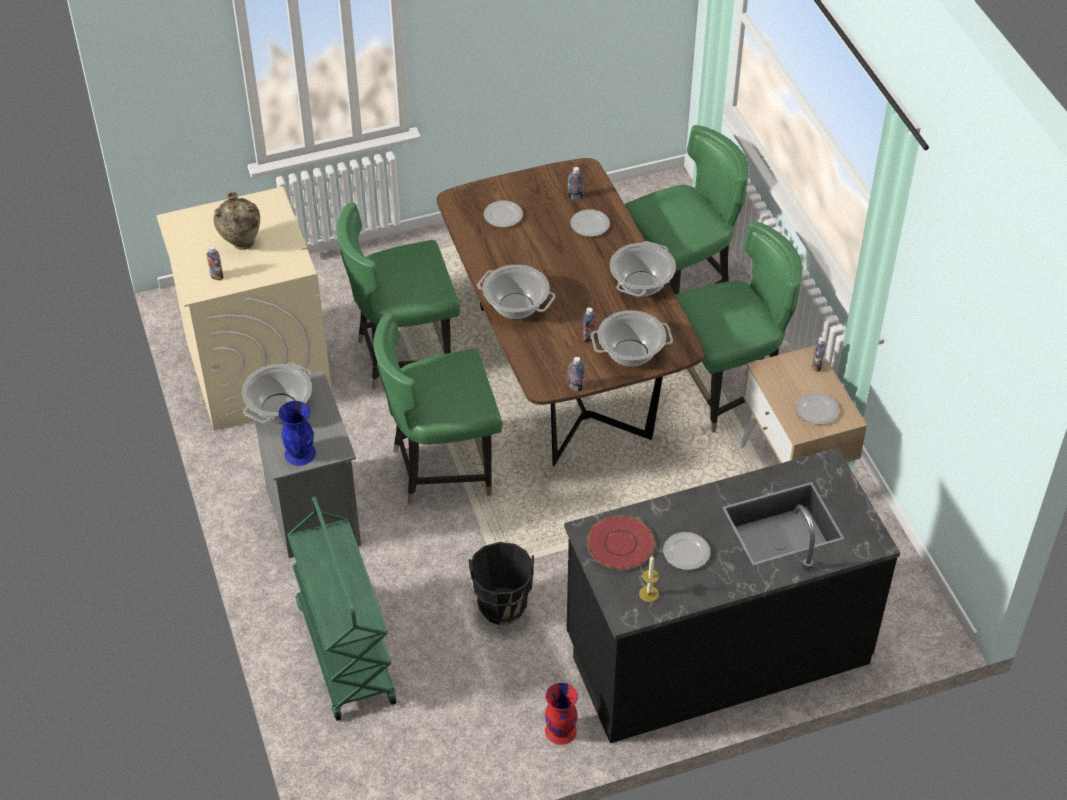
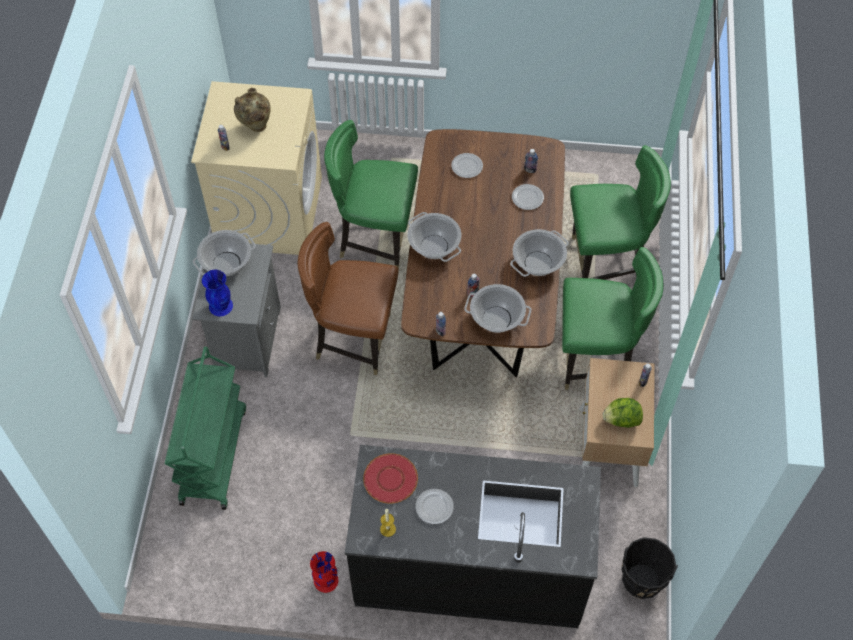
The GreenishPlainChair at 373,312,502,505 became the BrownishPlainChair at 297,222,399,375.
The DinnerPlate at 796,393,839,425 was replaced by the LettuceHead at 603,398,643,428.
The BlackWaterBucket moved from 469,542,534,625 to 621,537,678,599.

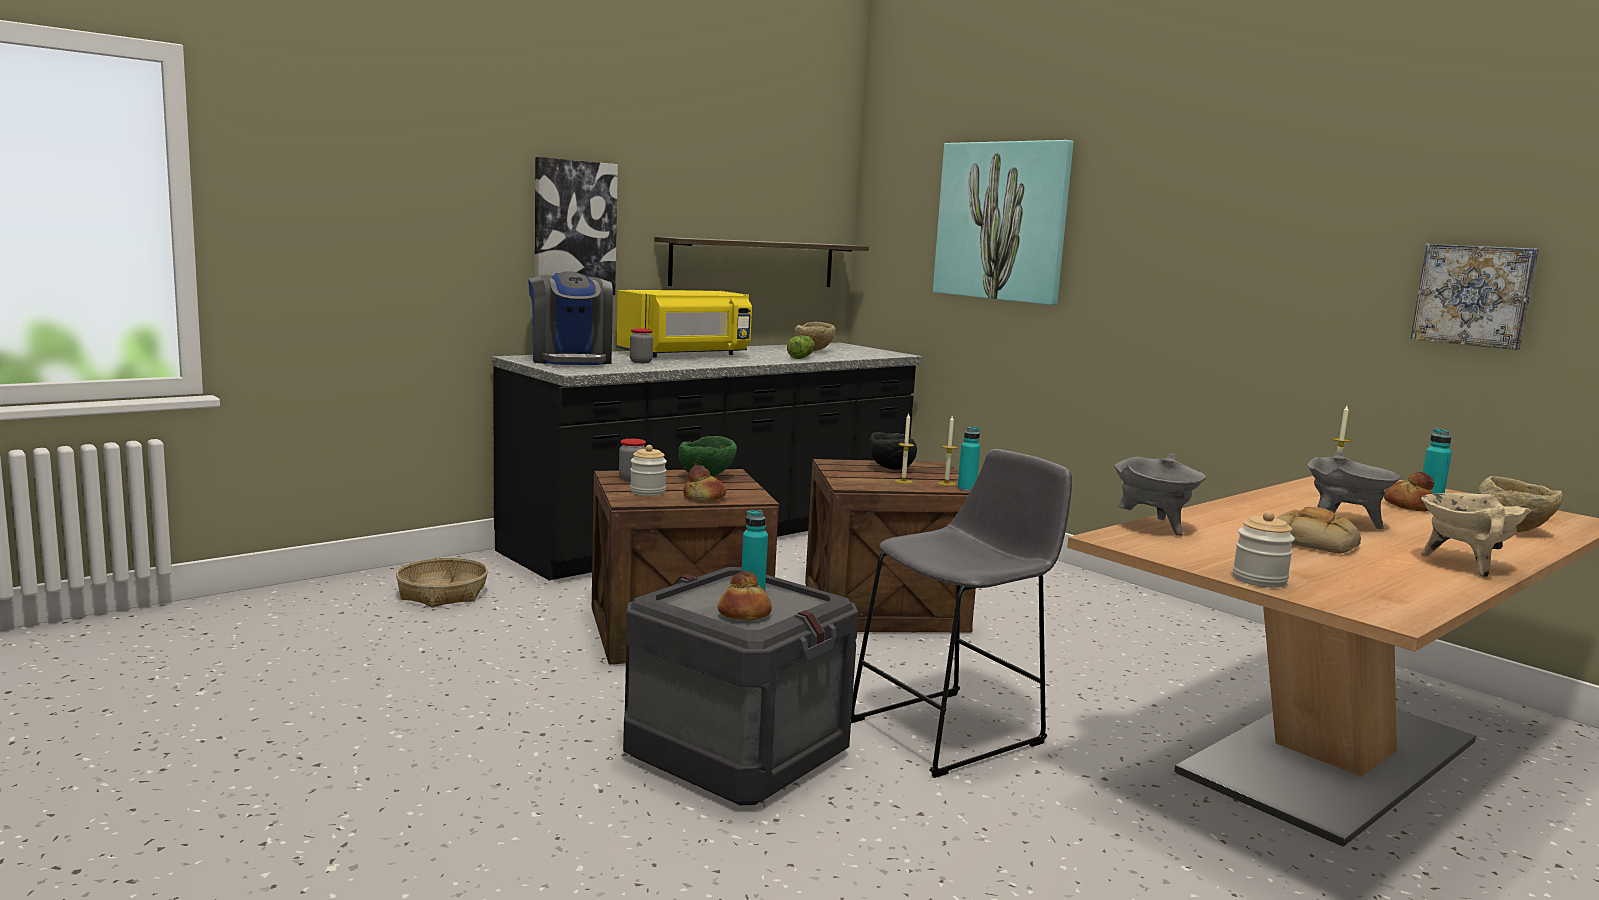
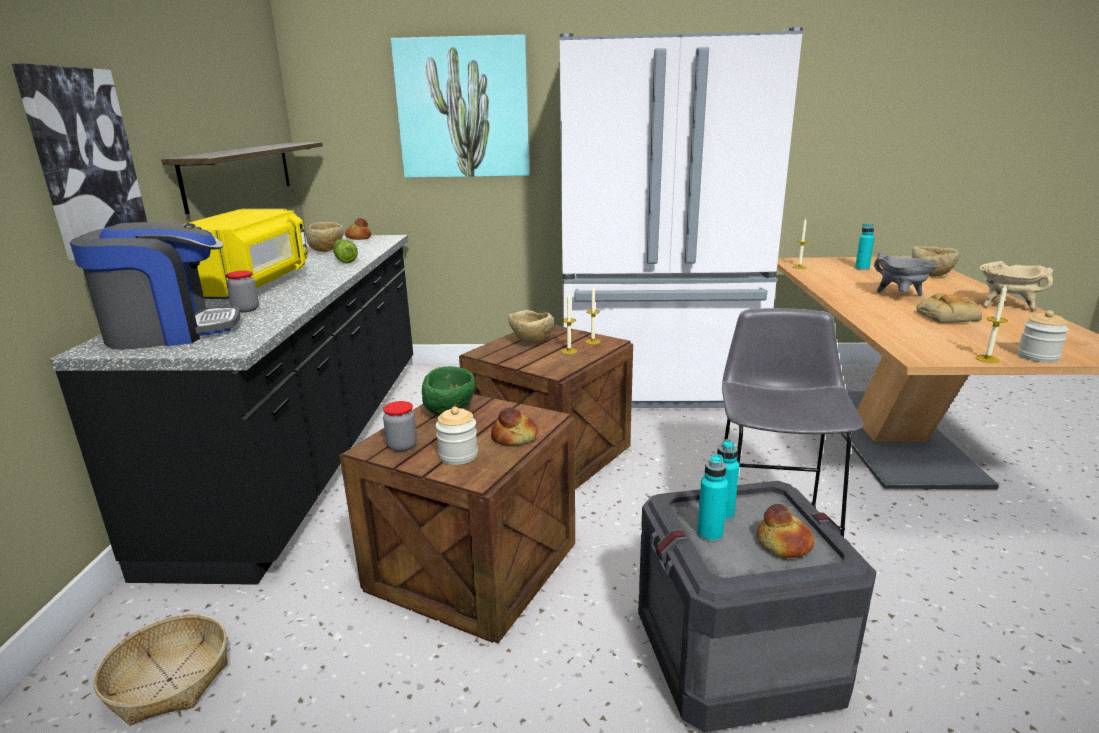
The WallArt at 1411,244,1539,350 disappeared.
The CoffeeMaker at 528,271,613,365 turned 45 degrees counterclockwise.
The BlueGreenBottle moved from 957,427,980,492 to 697,454,728,542.
The BlackServingBowl at 869,432,917,470 became the BeigeColouredServingBowl at 508,310,554,343.
The GreySaucepot at 1114,453,1206,536 disappeared.
The BakeryBread moved from 1384,472,1434,511 to 345,218,371,240.
The WhiteColouredRefrigerator at 559,27,803,408 appeared.
The WaxLight at 976,284,1008,363 appeared.

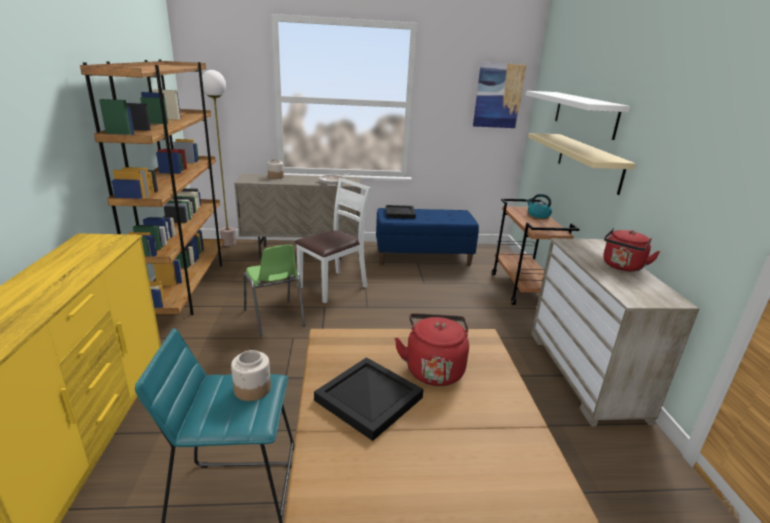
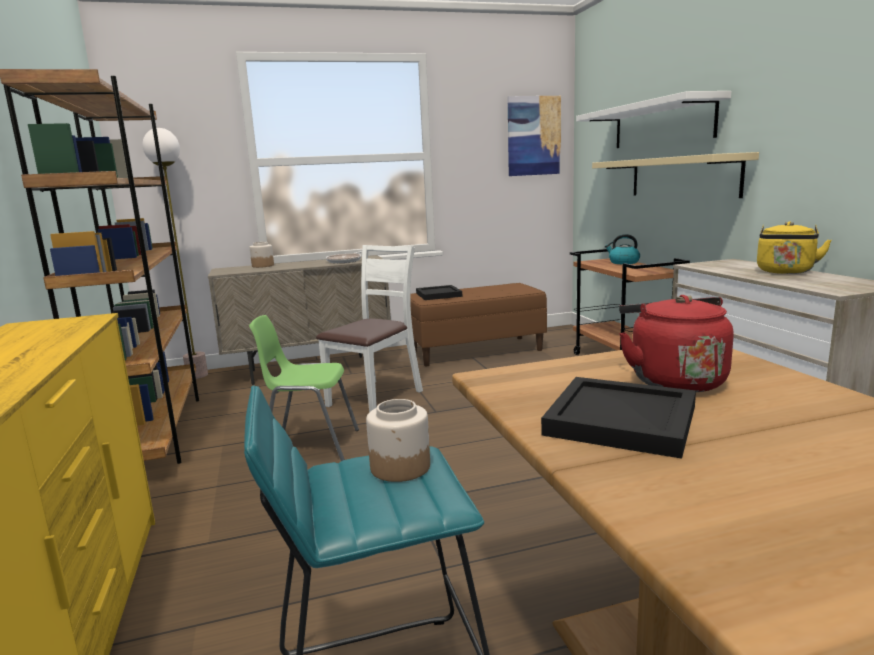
The BluishLongSeat at 376,208,479,266 became the BrownishLongSeat at 410,283,547,366.
The RedColouredTeaKettle at 603,228,661,272 became the YellowishTeaKettle at 757,221,832,274.
The GreenishPlainChair at 243,245,305,336 turned 135 degrees clockwise.

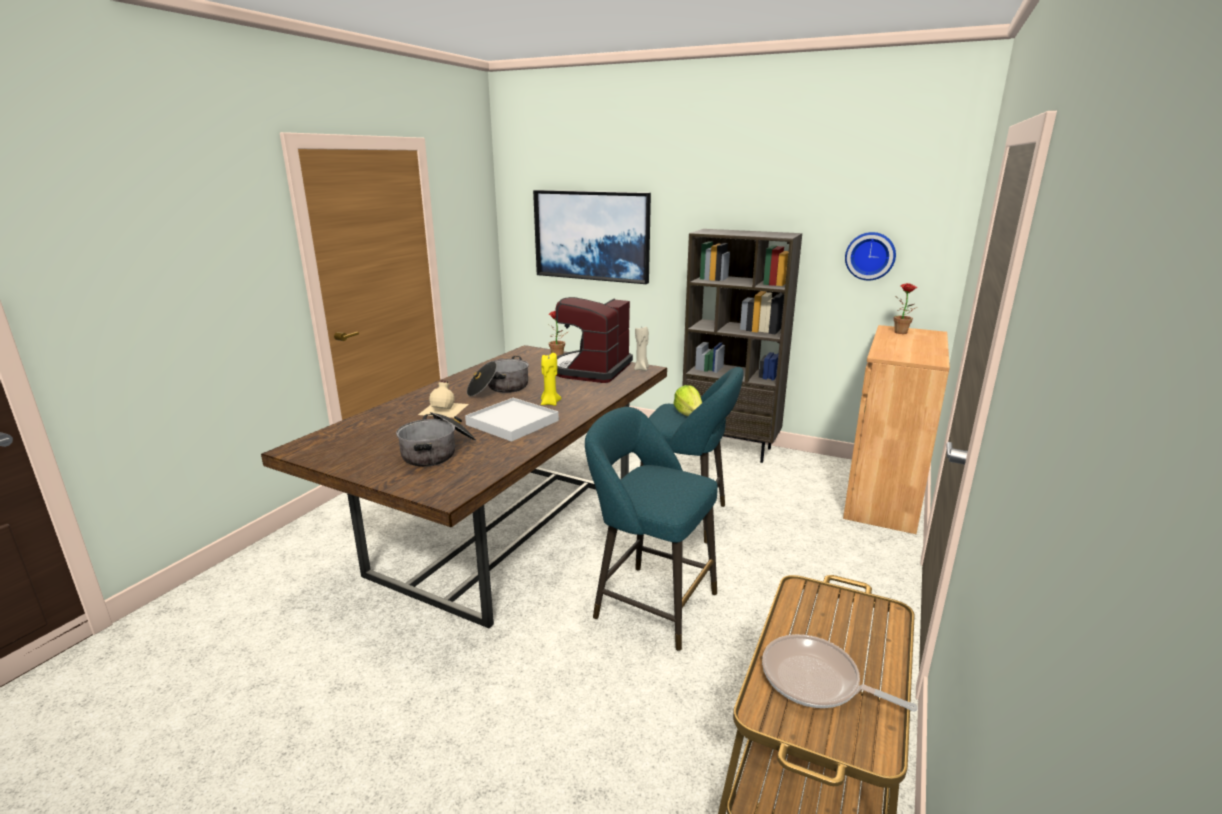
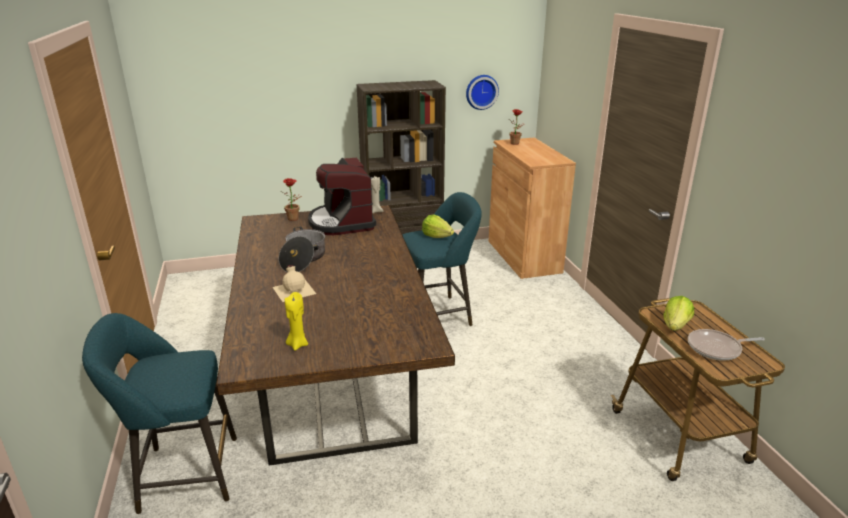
The WallArt at 533,190,651,284 disappeared.
The YellowishWaxLight moved from 541,353,561,406 to 285,292,308,351.
The WhiteColouredCarryingTray at 465,398,559,442 disappeared.
The BlueGreenStoolSeat moved from 585,407,718,651 to 82,313,237,514.
The Saucepot at 396,412,476,467 disappeared.
The LettuceHead at 663,296,694,331 appeared.

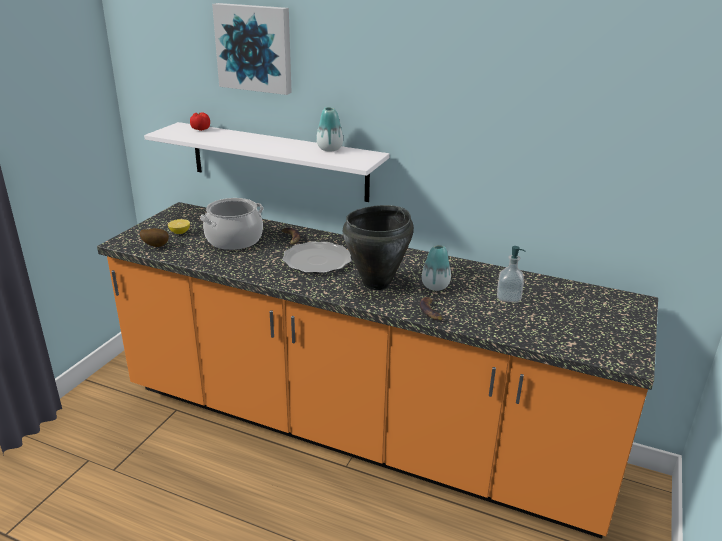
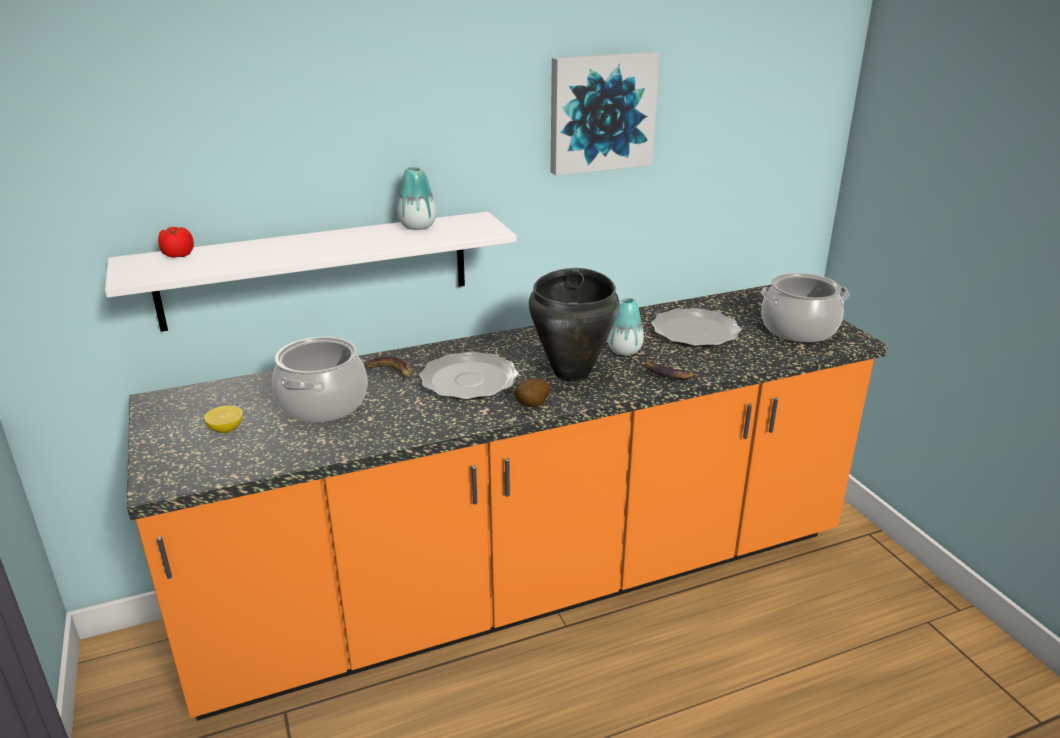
The WallArt moved from 212,3,292,95 to 550,52,660,176.
The WholePotato moved from 140,228,169,247 to 514,378,550,407.
The LiquidSoapBottle at 497,246,525,303 was replaced by the DinnerPlate at 651,308,742,347.
The Saucepot at 760,273,850,342 appeared.

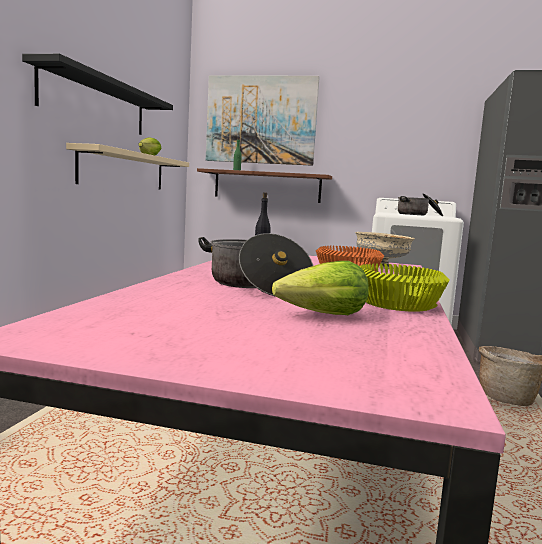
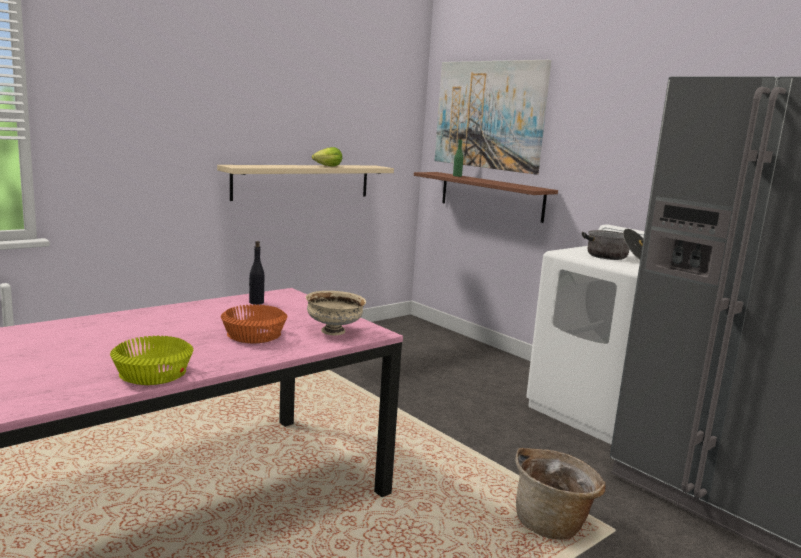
The BlackBracketShelf at 22,54,173,135 disappeared.
The Saucepot at 198,233,313,297 disappeared.
The LettuceHead at 272,261,369,315 disappeared.

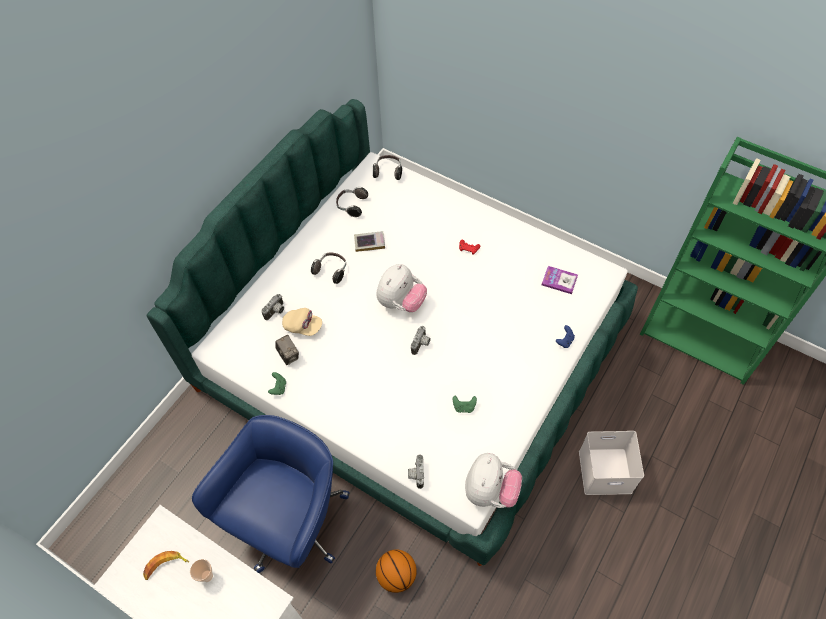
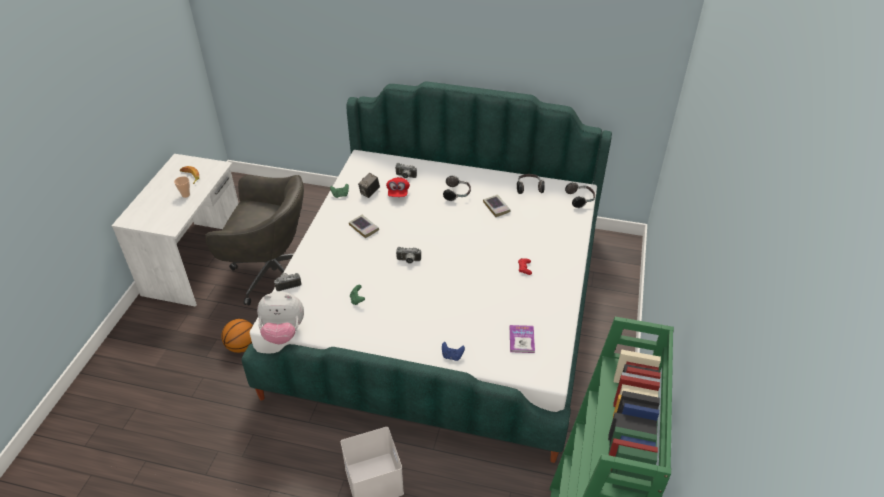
The SoftToy at 376,264,427,312 disappeared.
The BeigeColouredBaseballCap at 282,308,322,336 became the RedColouredBaseballCap at 386,177,410,197.
The BluishDeskChair at 192,415,349,573 became the GreyDeskChair at 205,175,304,306.
The Volume at 349,215,379,238 appeared.

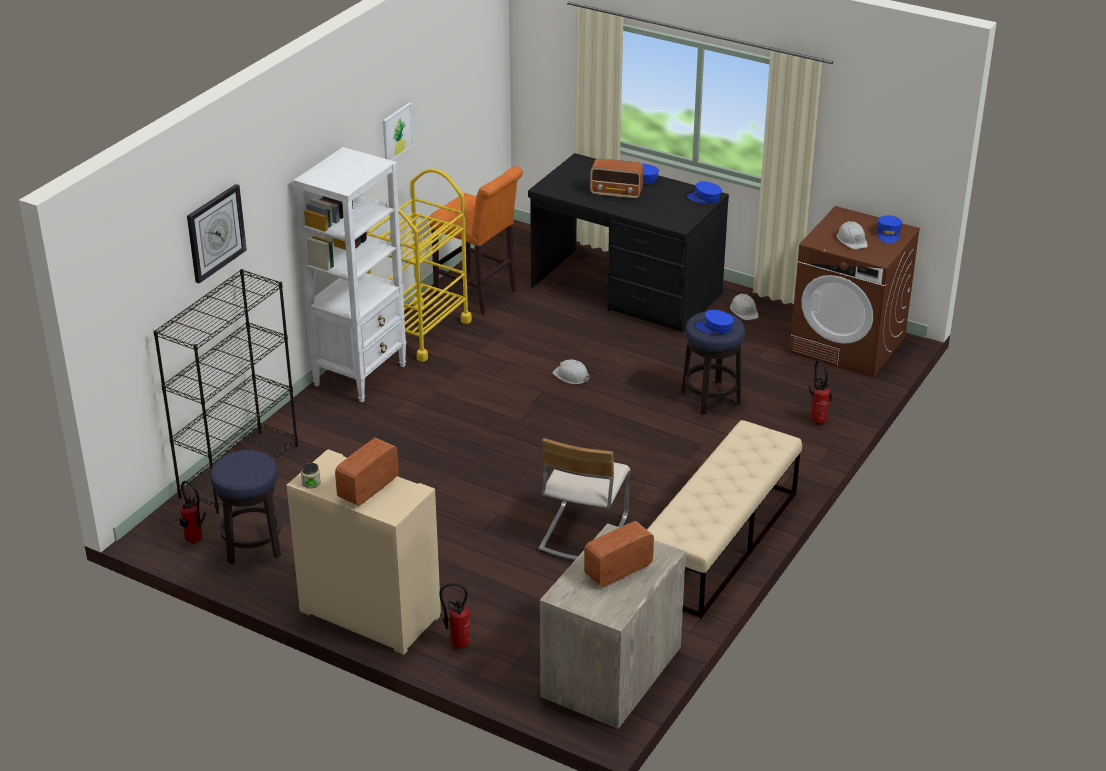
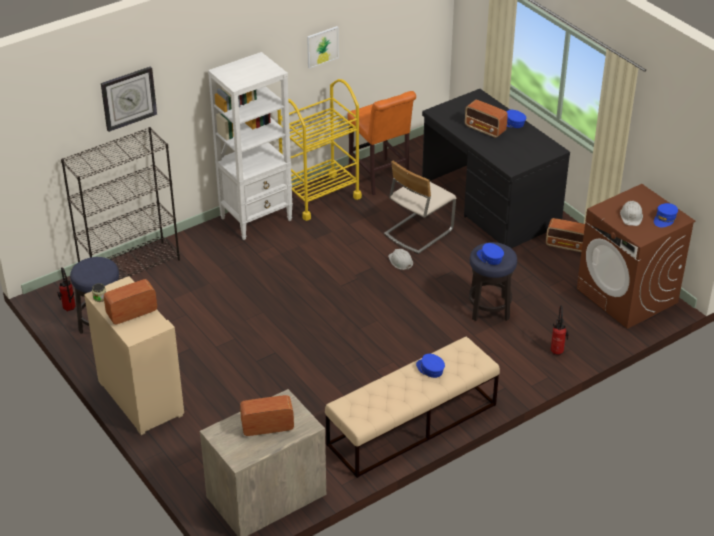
The BluishBaseballCap moved from 687,181,722,203 to 416,354,445,378.
The WhiteColouredWorkHelmet at 730,294,759,320 was replaced by the Radio at 546,218,585,252.
The BeigeColouredPlainChair moved from 539,438,630,560 to 384,161,456,254.
The FireExtinguisher at 440,583,470,649 disappeared.

